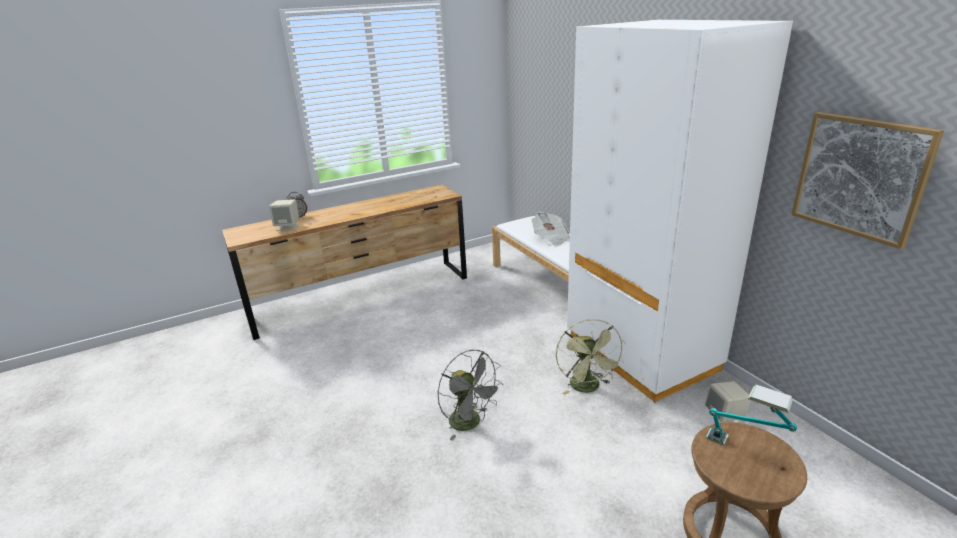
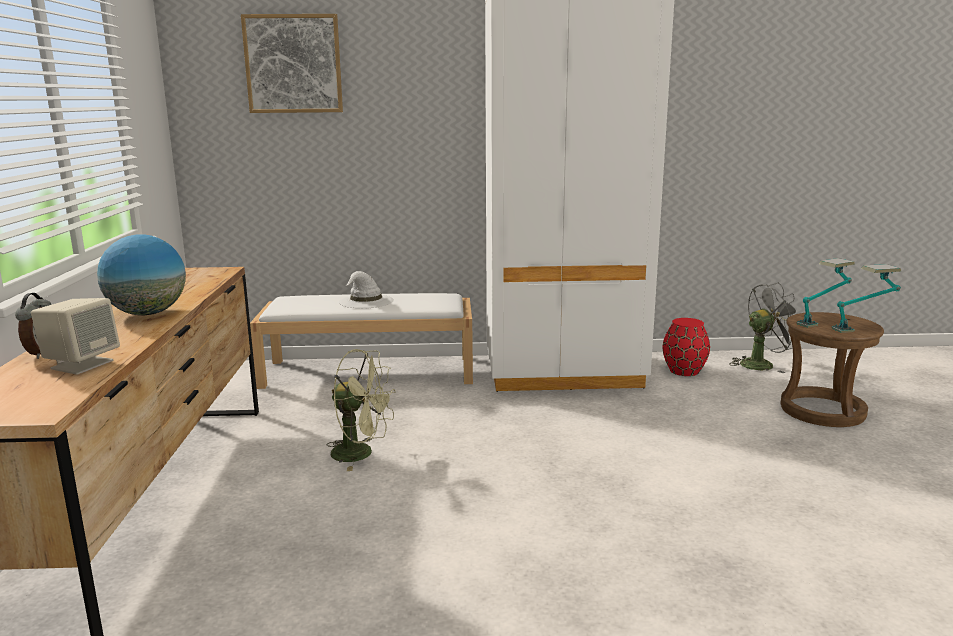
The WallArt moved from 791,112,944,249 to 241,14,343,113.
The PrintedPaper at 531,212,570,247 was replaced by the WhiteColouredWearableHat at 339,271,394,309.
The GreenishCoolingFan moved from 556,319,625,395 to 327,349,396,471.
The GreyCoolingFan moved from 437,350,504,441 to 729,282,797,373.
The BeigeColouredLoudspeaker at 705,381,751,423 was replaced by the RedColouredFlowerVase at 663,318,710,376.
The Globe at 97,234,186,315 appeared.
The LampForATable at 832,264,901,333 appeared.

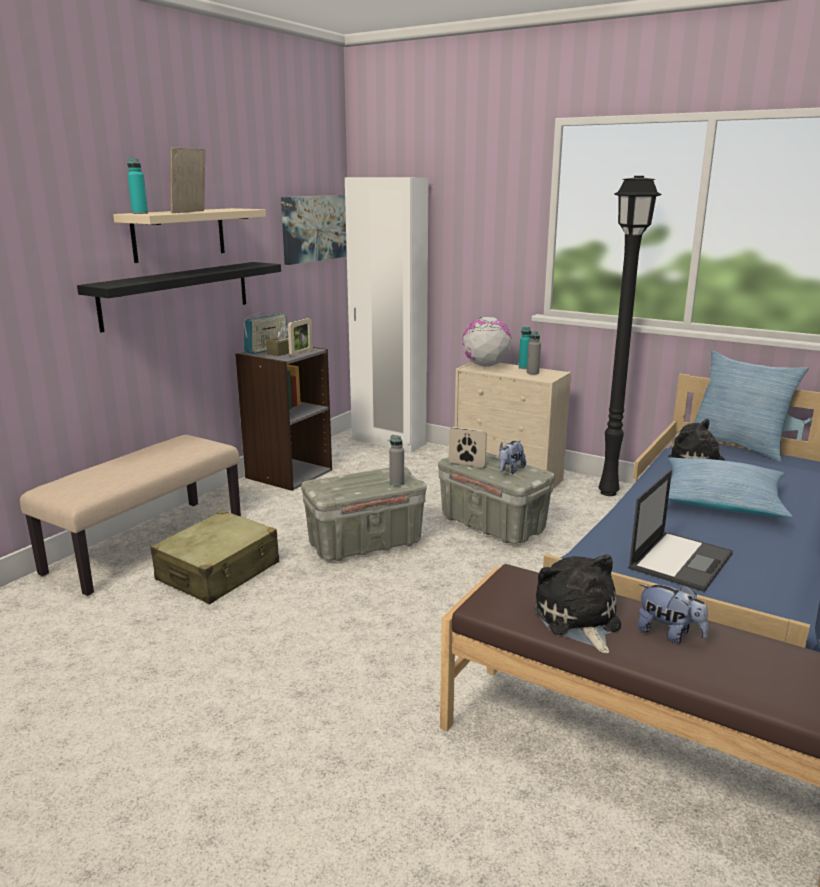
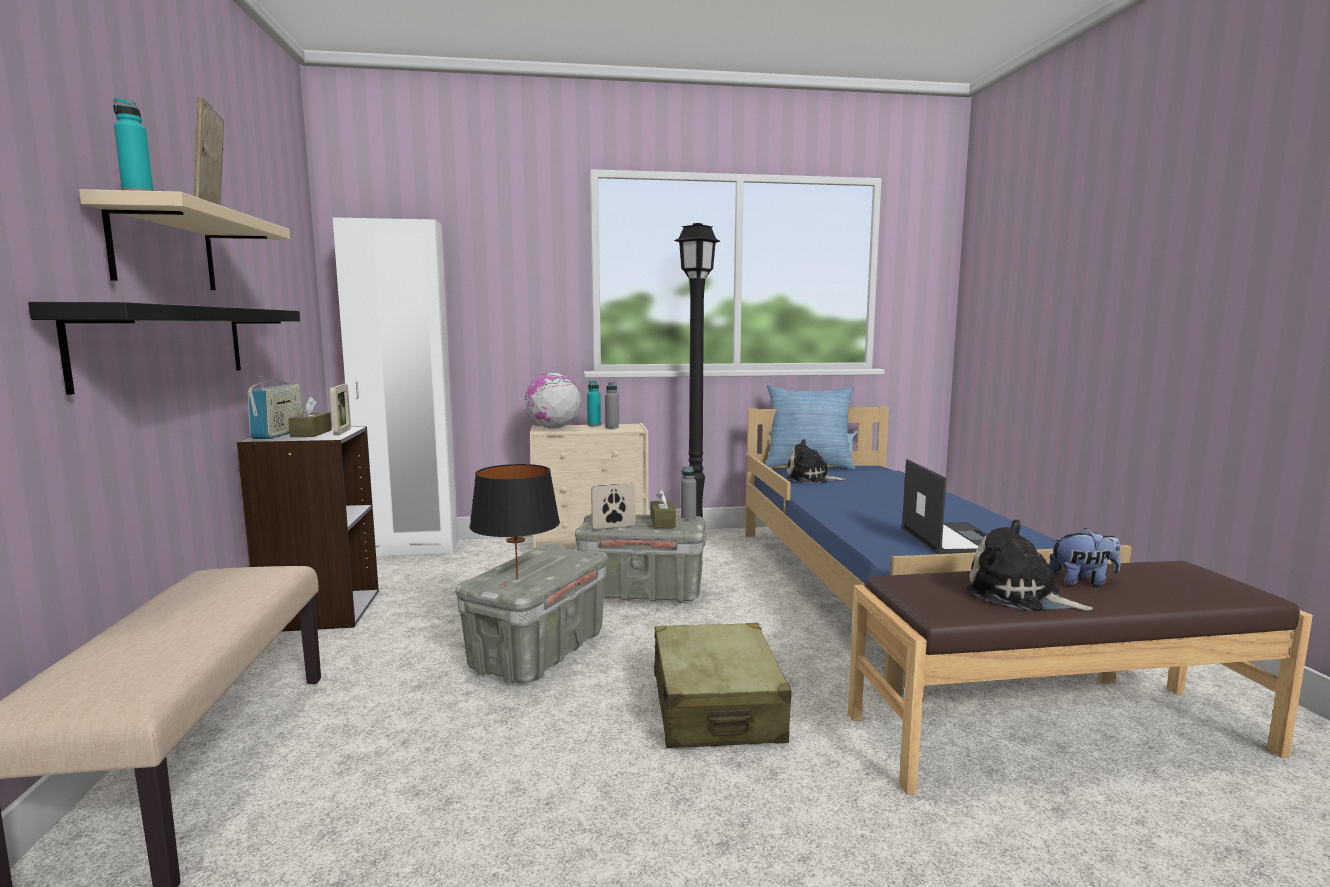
The WallArt at 281,195,347,265 disappeared.
The GreyBottle moved from 389,435,404,486 to 681,466,696,519.
The SoftToy at 499,441,526,474 was replaced by the BrownishTissueHolder at 651,489,676,528.
The Cushion at 668,457,792,517 disappeared.
The BeigeColouredTravelCase moved from 150,510,279,604 to 654,623,792,748.
The BlackLampForATable at 469,464,560,580 appeared.

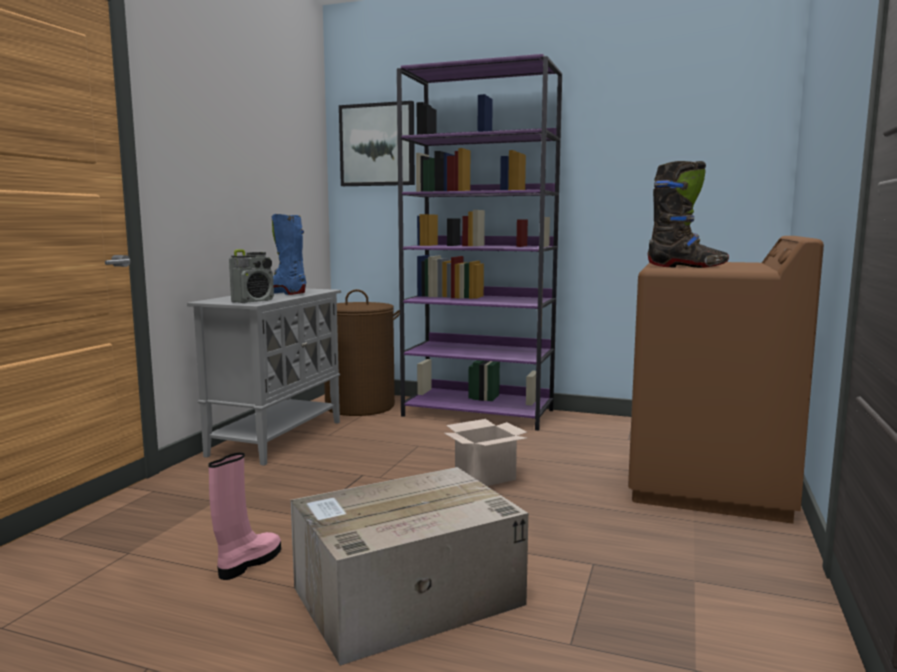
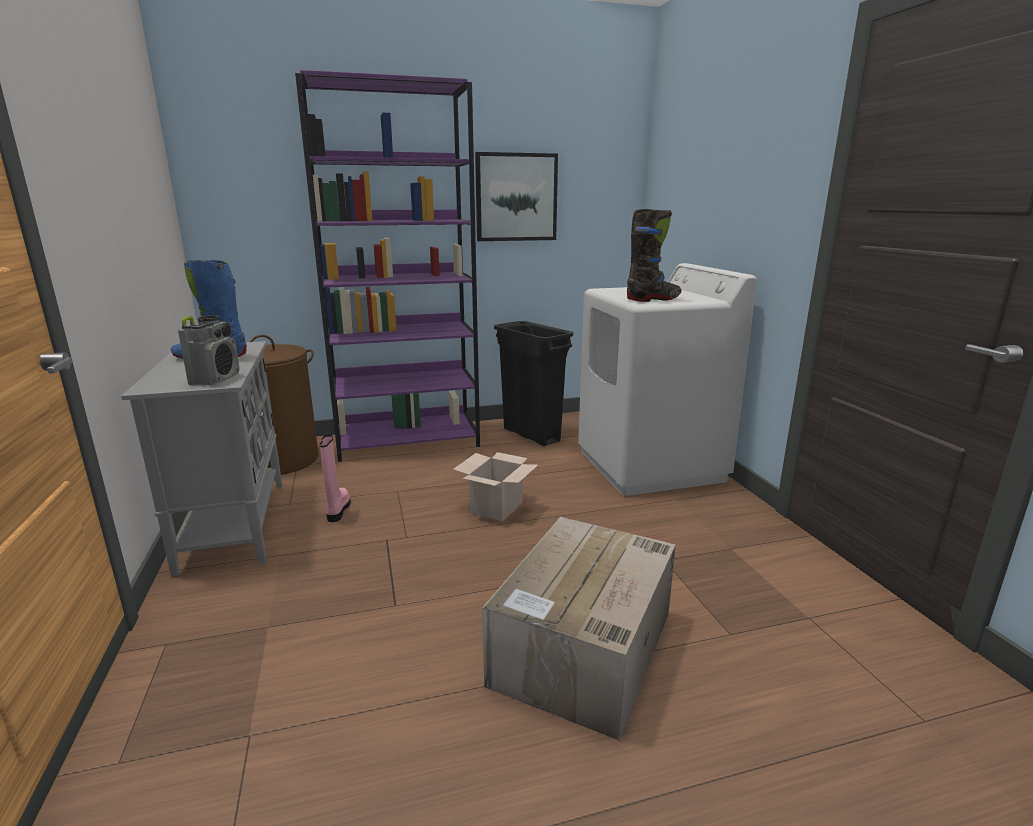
The WallArt moved from 339,101,415,186 to 475,152,558,241.
The BrownishLaundryAppliance at 628,236,824,524 became the WhiteColouredLaundryAppliance at 578,263,757,496.
The PinkColouredBoot moved from 208,452,281,580 to 320,435,351,522.
The BlackWasteBin at 494,321,574,446 appeared.

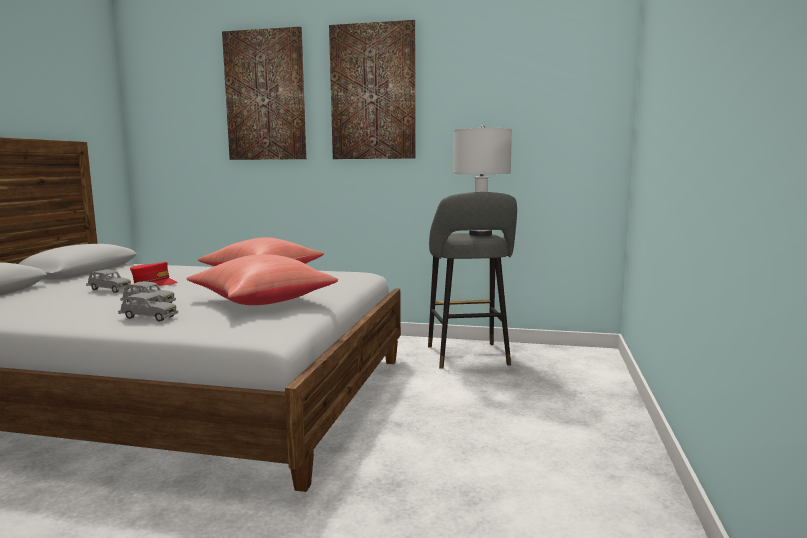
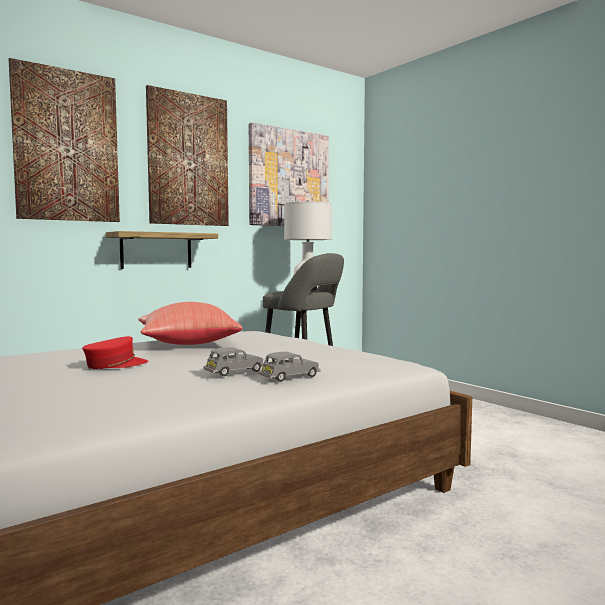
The RedColouredCushion at 186,254,338,305 disappeared.
The GreyMiniatureCar at 86,270,131,293 disappeared.
The WallArt at 249,123,329,226 appeared.
The BracketShelf at 106,231,218,269 appeared.

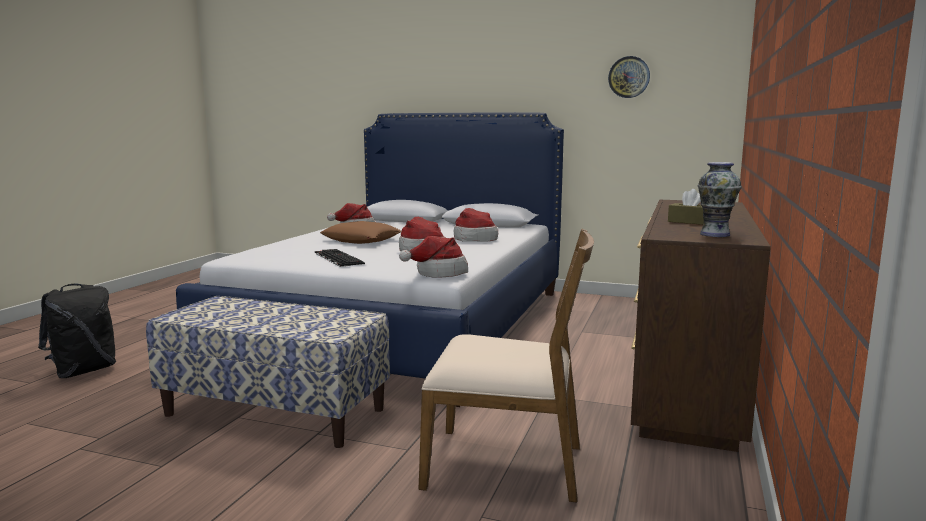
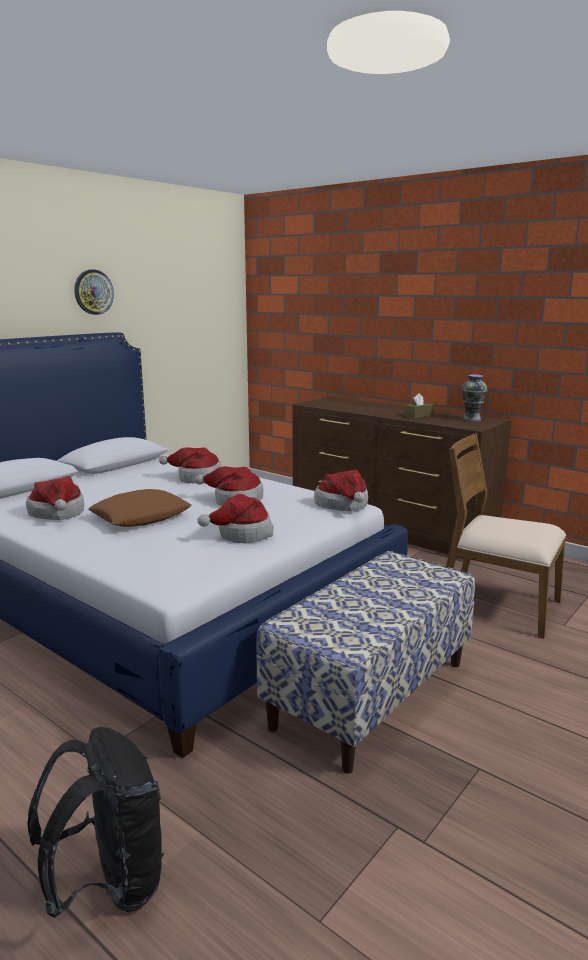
The HangingClock moved from 608,56,650,98 to 74,270,114,315.
The BrownishPlainChair at 418,228,594,503 turned 90 degrees counterclockwise.
The PcKeyboard at 315,249,365,267 was replaced by the WearableHat at 198,494,274,543.

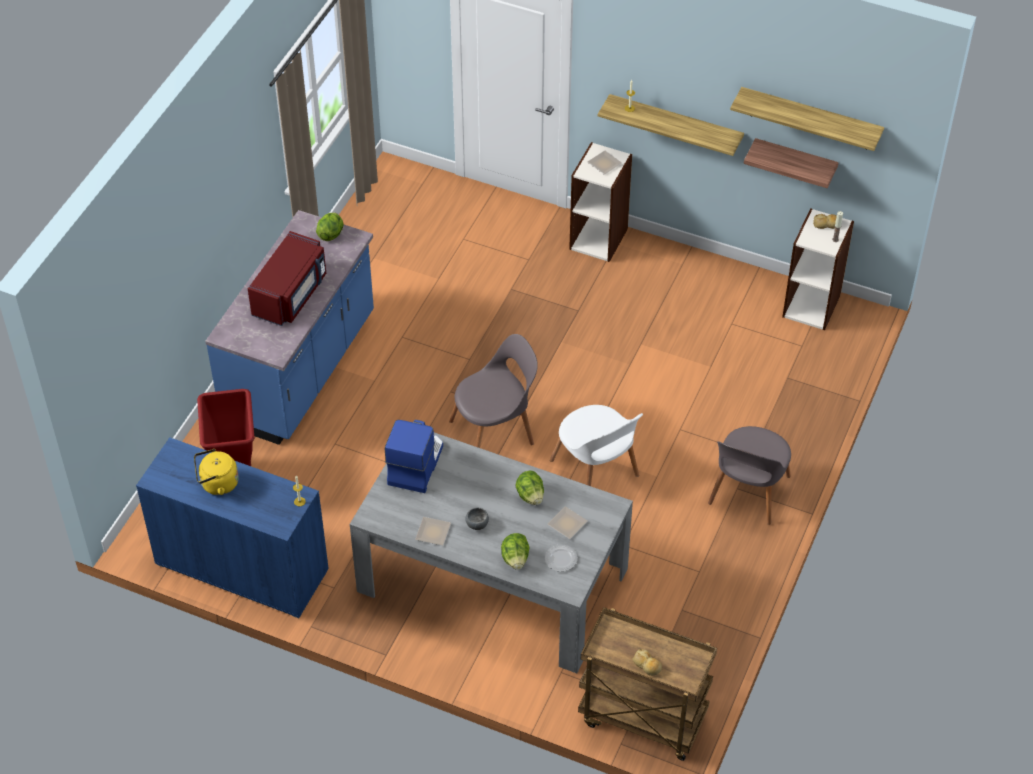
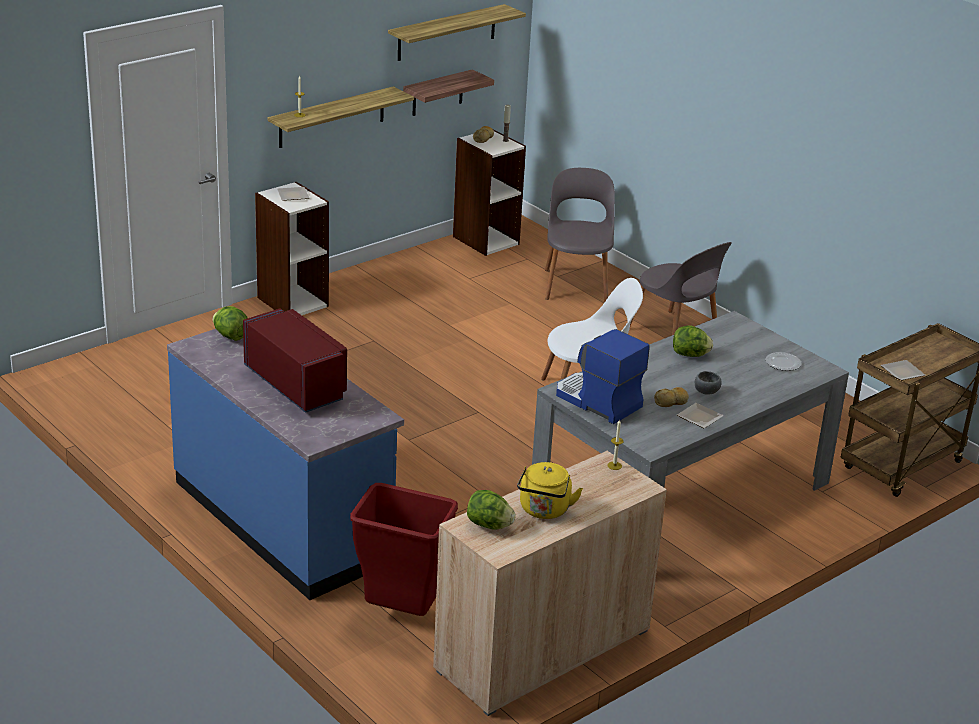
The GreyPlainChair moved from 449,334,538,448 to 545,168,615,303.
The BluishCupboard at 136,437,329,618 became the BeigeColouredCupboard at 433,451,667,716.
The DinnerPlate moved from 548,506,588,539 to 881,360,925,380.
The LettuceHead moved from 501,533,530,570 to 467,490,516,529.
The BakeryBread moved from 633,649,662,676 to 654,387,689,407.

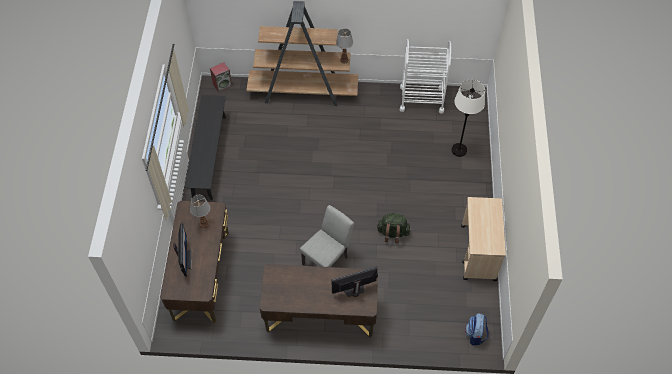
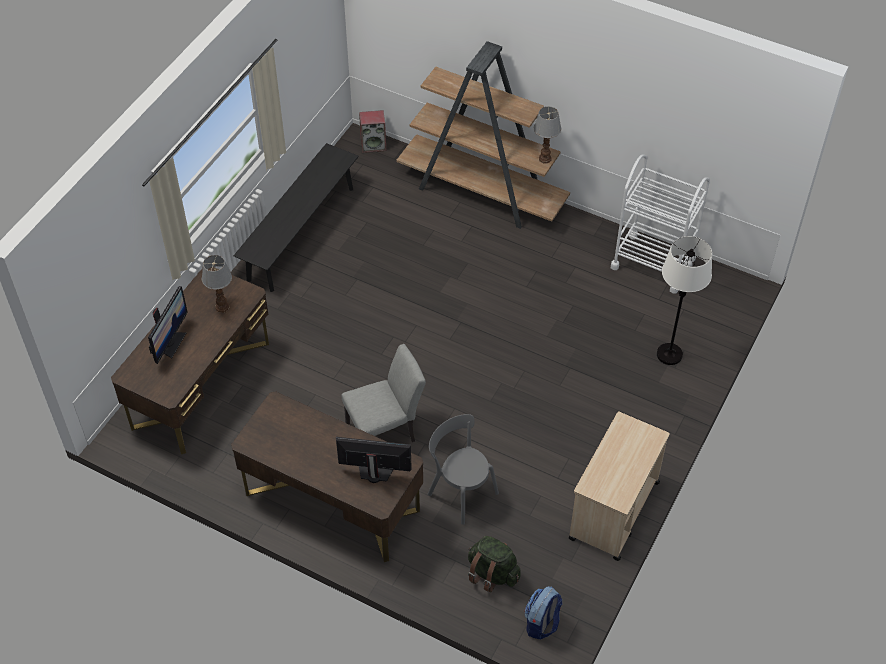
The GreenishRucksack moved from 377,213,410,243 to 468,536,521,593.
The GreyPlainChair at 427,414,499,525 appeared.

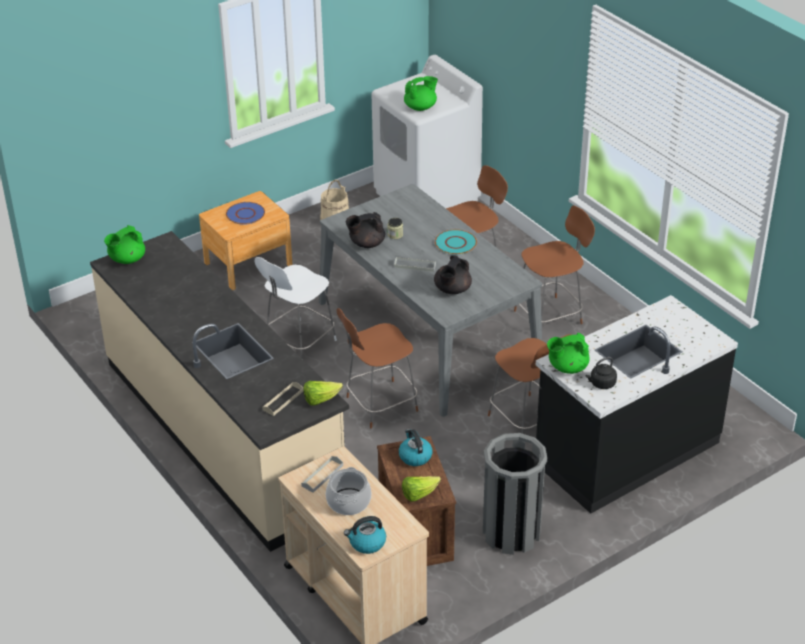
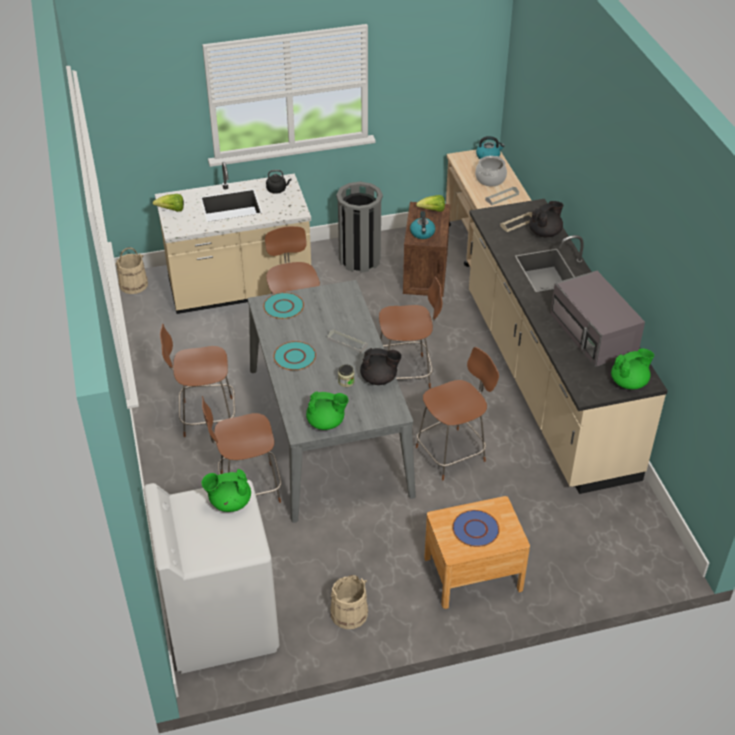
The BlackTeapot moved from 434,255,472,294 to 529,201,564,237.
The WhiteColouredPlainChair at 255,257,337,359 became the BrownishPlainChair at 416,347,499,480.
The BlackCounter at 536,295,738,513 became the BeigeColouredCounter at 155,162,311,314.
The GreenishTeapot moved from 547,333,590,374 to 306,391,349,430.
The LettuceHead moved from 303,381,343,405 to 153,194,184,212.
The BeigeColouredWaterBucket at 115,248,148,294 appeared.
The GreyMicrowave at 550,271,645,367 appeared.
The BlueGreenDinnerPlate at 263,292,304,319 appeared.

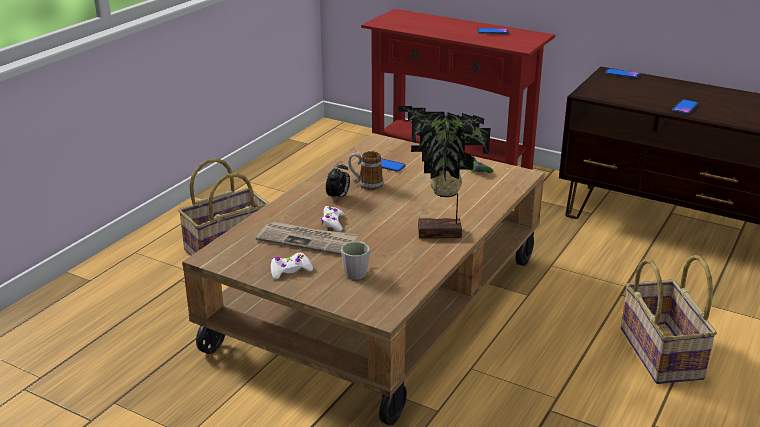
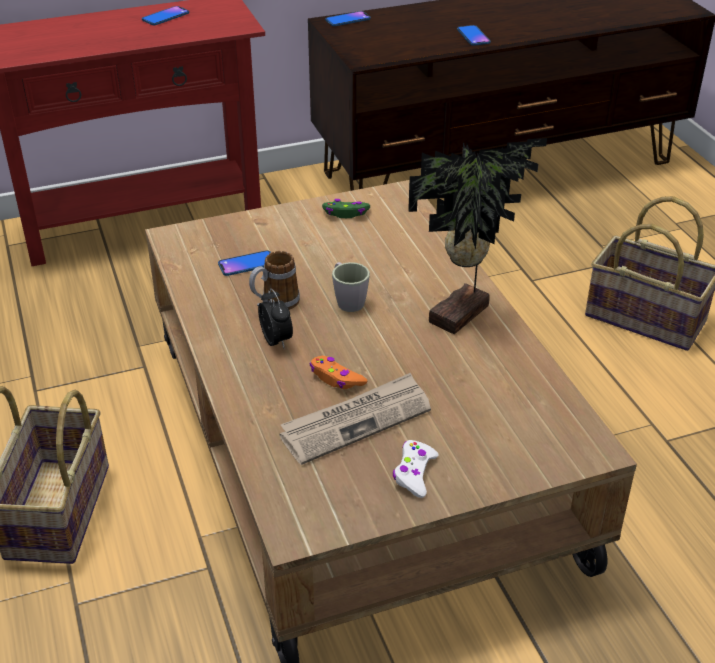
The WhiteColouredGamepad at 321,206,344,231 became the OrangeColouredGamepad at 310,356,367,389.
The GreyCoffeeMug moved from 341,242,370,280 to 332,262,370,312.

